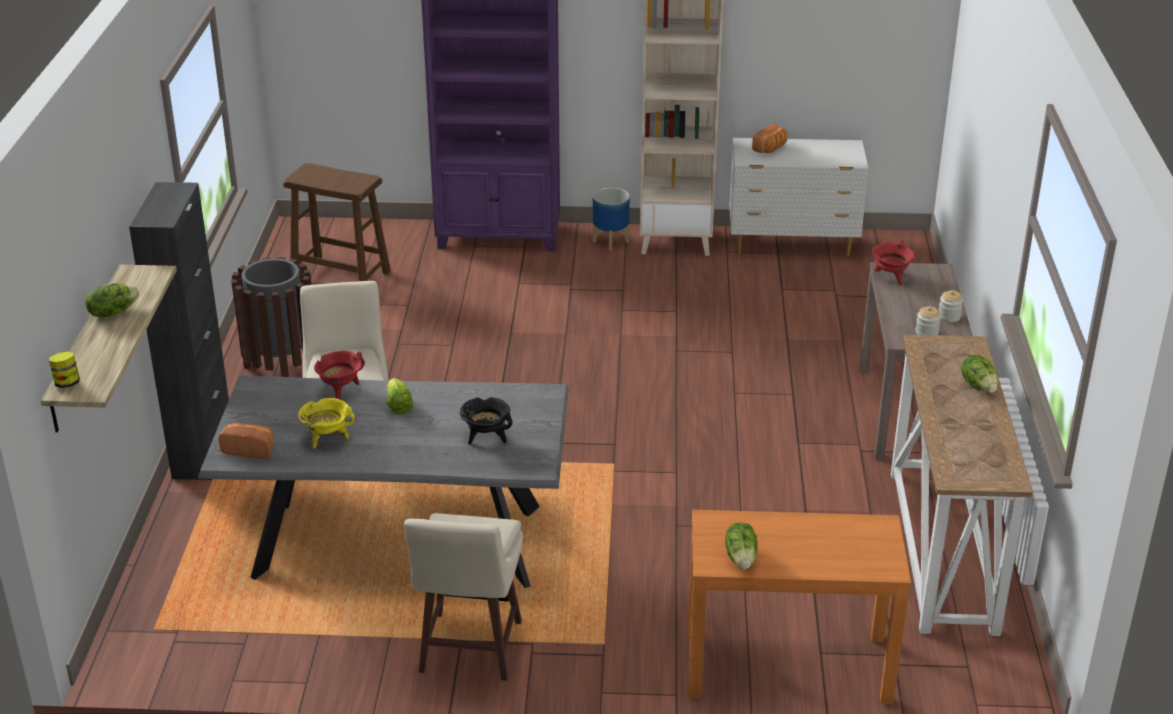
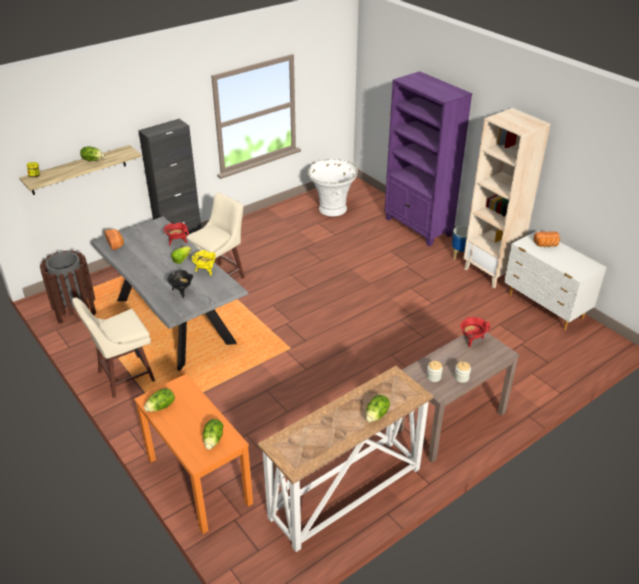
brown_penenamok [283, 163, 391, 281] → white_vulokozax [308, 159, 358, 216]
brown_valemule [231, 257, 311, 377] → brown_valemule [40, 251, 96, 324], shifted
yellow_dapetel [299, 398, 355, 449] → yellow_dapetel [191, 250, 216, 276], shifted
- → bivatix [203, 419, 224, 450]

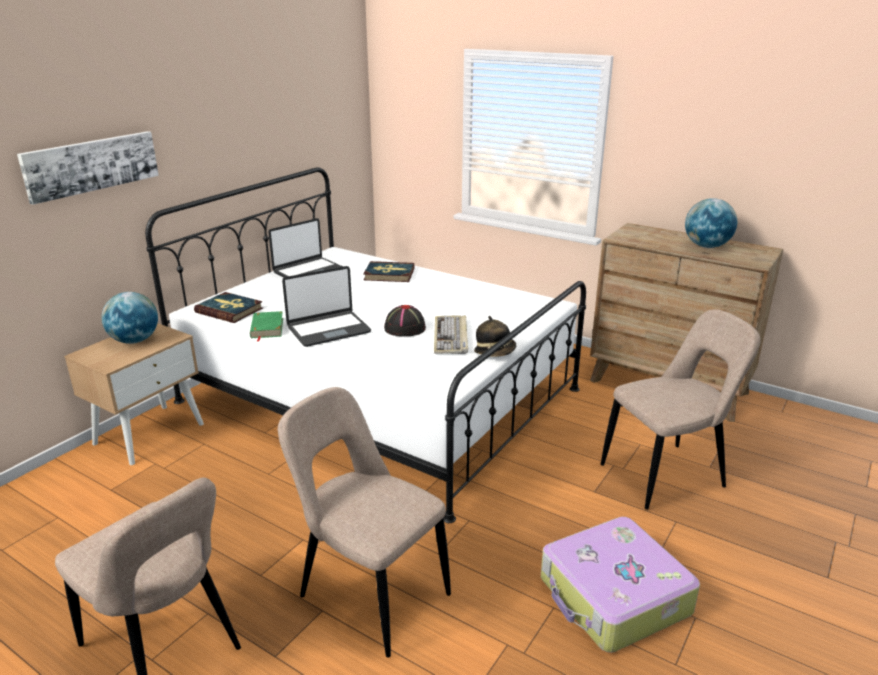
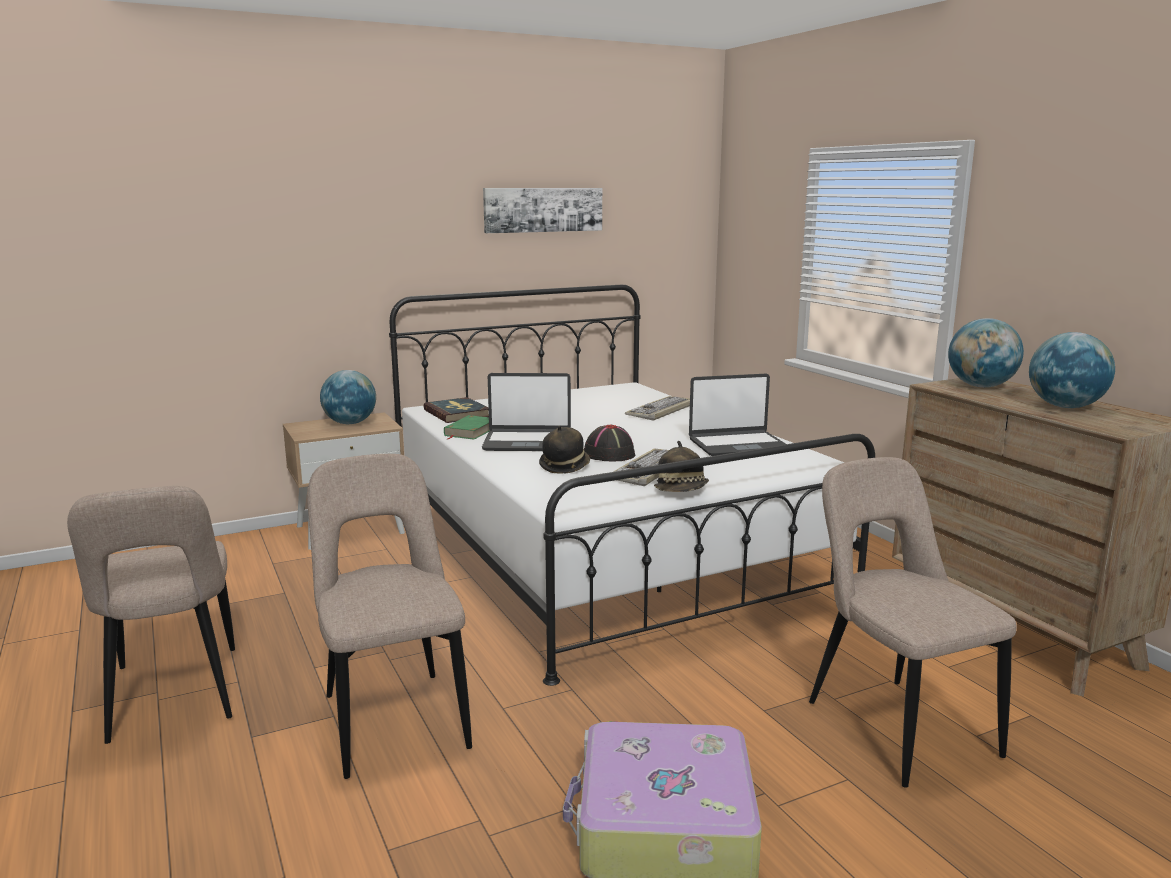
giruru [17, 131, 159, 205] → giruru [483, 188, 602, 233], shifted
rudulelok [268, 218, 343, 277] → rudulelok [689, 374, 786, 456], shifted
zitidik [363, 261, 414, 282] → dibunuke [625, 396, 690, 420]
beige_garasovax [601, 309, 761, 510] → beige_garasovax [809, 457, 1017, 788], 120 degrees counterclockwise
- → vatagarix [948, 318, 1024, 387]
- → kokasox [539, 425, 590, 474]

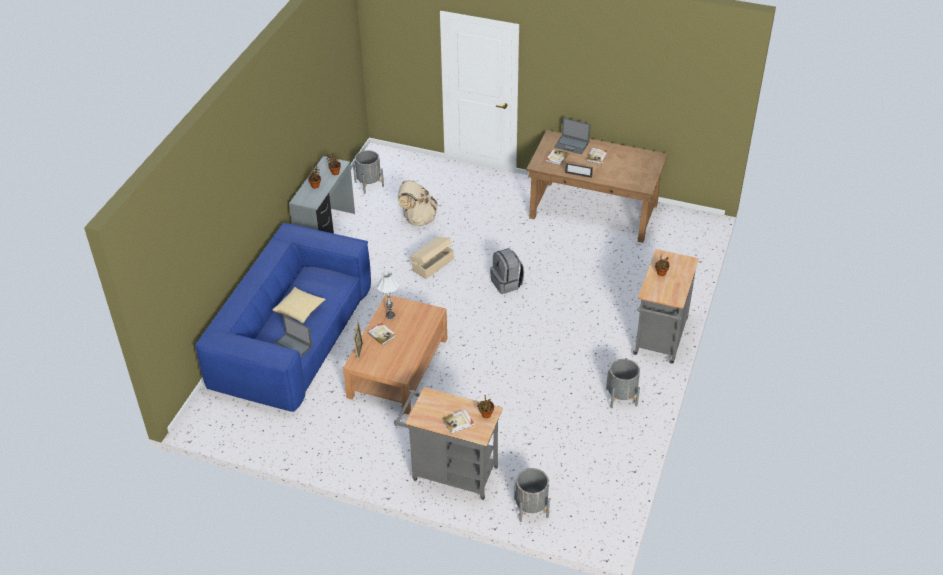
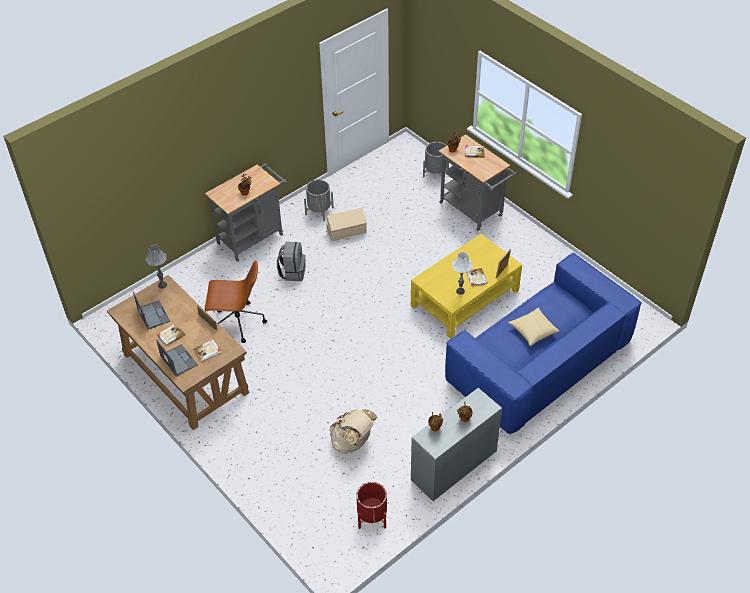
grey_vulokozax [353, 150, 384, 194] → red_vulokozax [356, 482, 387, 529]
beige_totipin [410, 237, 454, 279] → beige_totipin [326, 208, 367, 241], shifted
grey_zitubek [490, 248, 524, 294] → grey_zitubek [277, 242, 306, 281], shifted
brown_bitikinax [343, 294, 447, 415] → yellow_bitikinax [411, 234, 522, 339]
rudulelok [275, 315, 312, 358] → rudulelok [133, 292, 170, 330], shifted
- → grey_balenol [145, 245, 167, 289]
- → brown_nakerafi [204, 260, 267, 343]

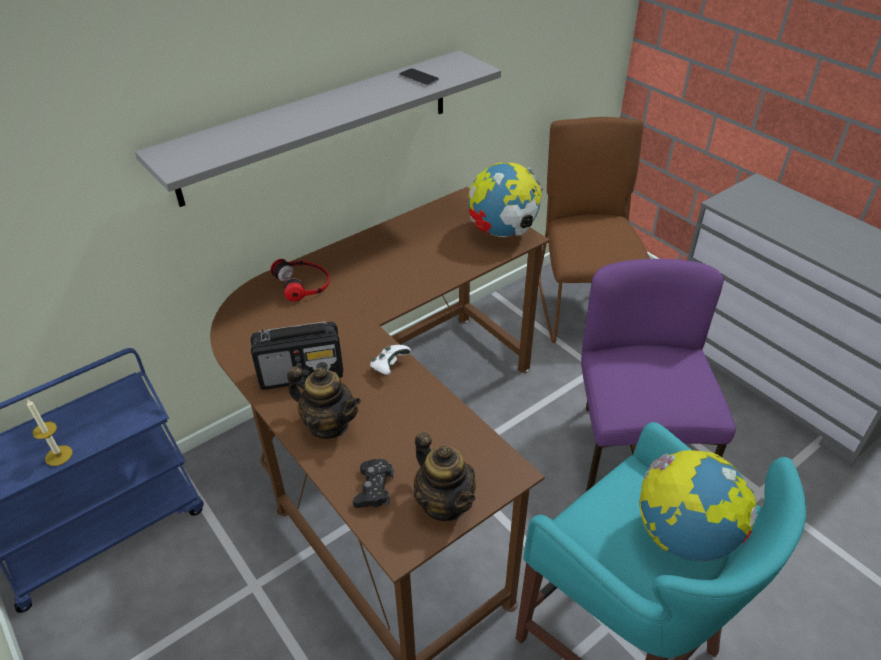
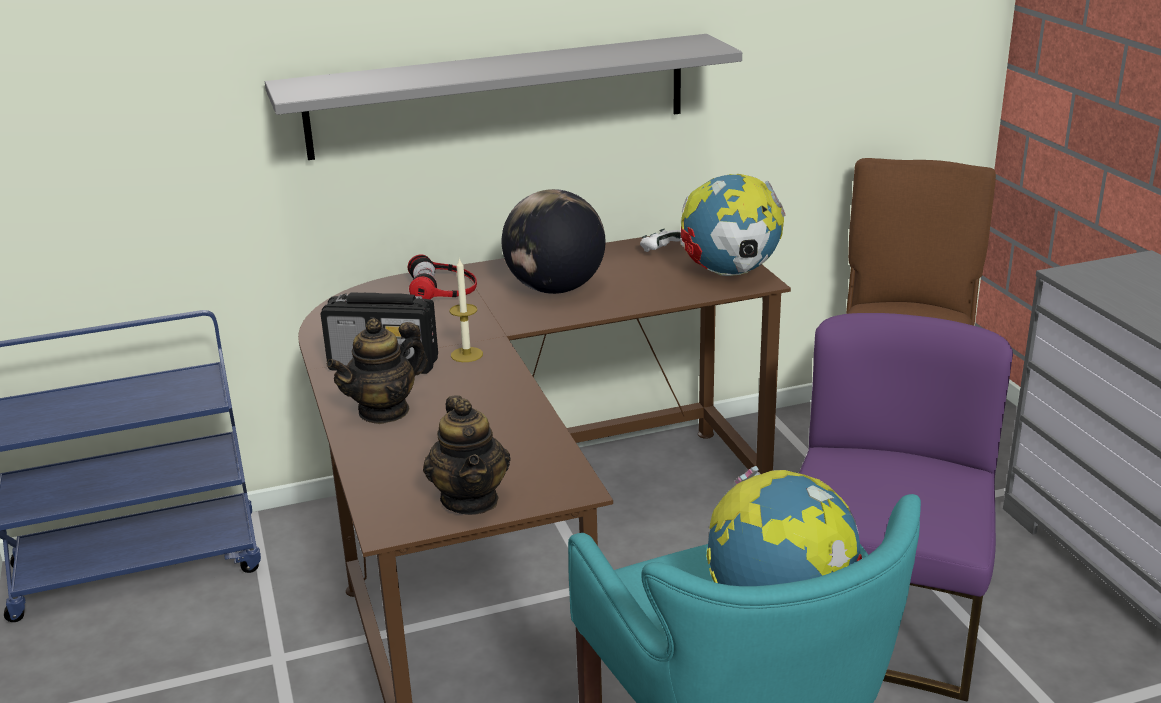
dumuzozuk [399, 68, 439, 86] → -
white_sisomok [370, 345, 411, 375] → white_sisomok [640, 229, 681, 252], shifted
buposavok [287, 366, 361, 439] → buposavok [327, 318, 428, 424], 90 degrees clockwise
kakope [27, 399, 72, 466] → kakope [449, 257, 483, 362], shifted
black_sisomok [353, 459, 394, 508] → -
- → vatagarix [502, 189, 606, 294]

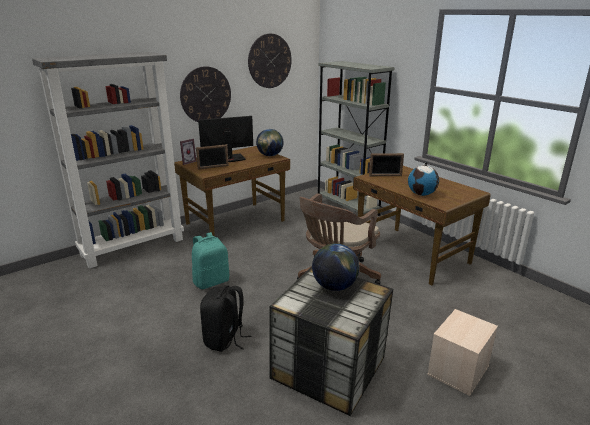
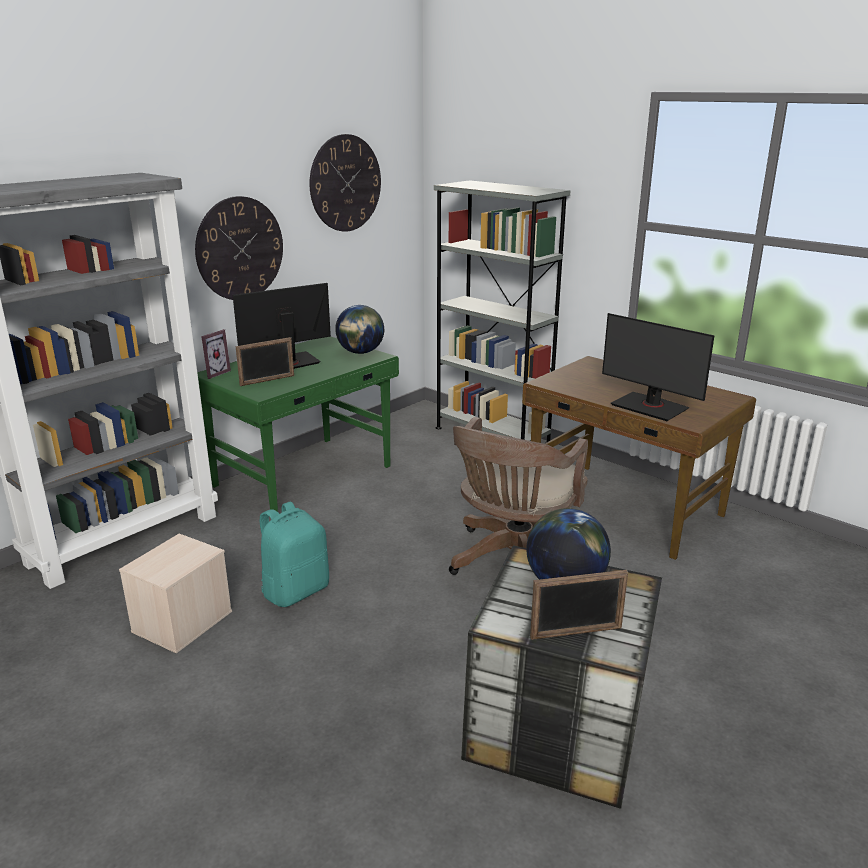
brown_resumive [174, 146, 290, 237] → green_resumive [197, 337, 399, 512]
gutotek [369, 153, 404, 176] → gutotek [530, 570, 628, 640], shifted
vatagarix [408, 162, 439, 196] → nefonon [602, 313, 715, 421]
black_zitubek [200, 285, 251, 352] → -
beige_totipin [427, 309, 498, 396] → beige_totipin [119, 534, 232, 653], shifted

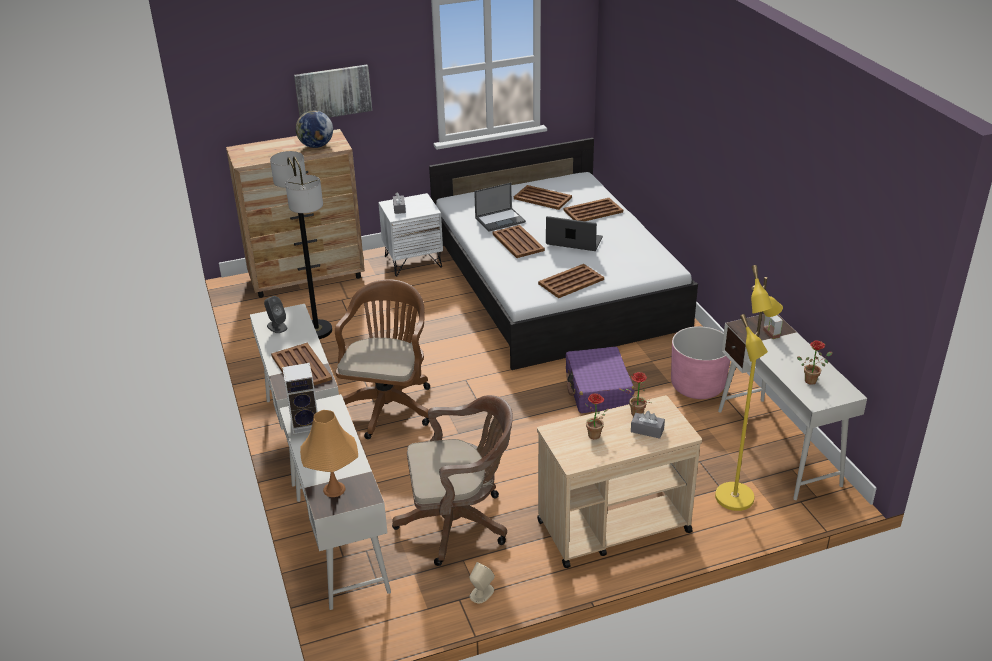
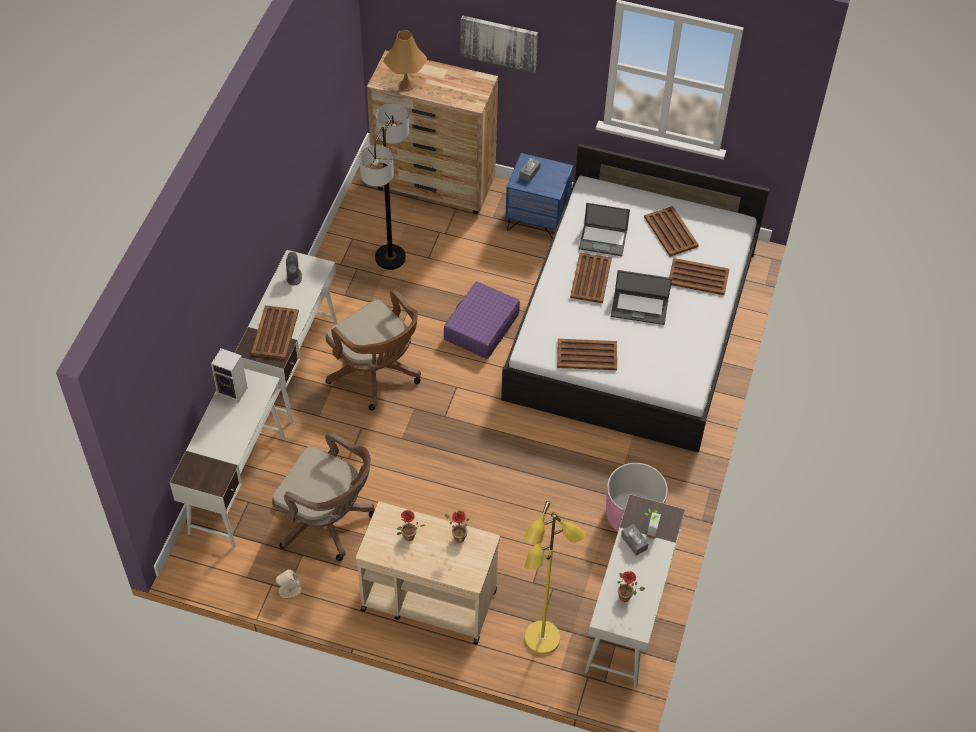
vatagarix [296, 111, 333, 148] → -
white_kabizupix [378, 193, 443, 276] → blue_kabizupix [505, 153, 573, 239]
rudulelok [546, 216, 603, 251] → rudulelok [611, 270, 672, 325], 135 degrees clockwise
brown_nakerafi [335, 279, 430, 439] → brown_nakerafi [326, 289, 421, 411], 90 degrees clockwise
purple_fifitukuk [565, 347, 634, 413] → purple_fifitukuk [444, 282, 520, 359], shifted
orange_balenol [300, 410, 358, 497] → orange_balenol [383, 30, 427, 91], shifted
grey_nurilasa [631, 411, 665, 439] → grey_nurilasa [621, 524, 649, 556], shifted

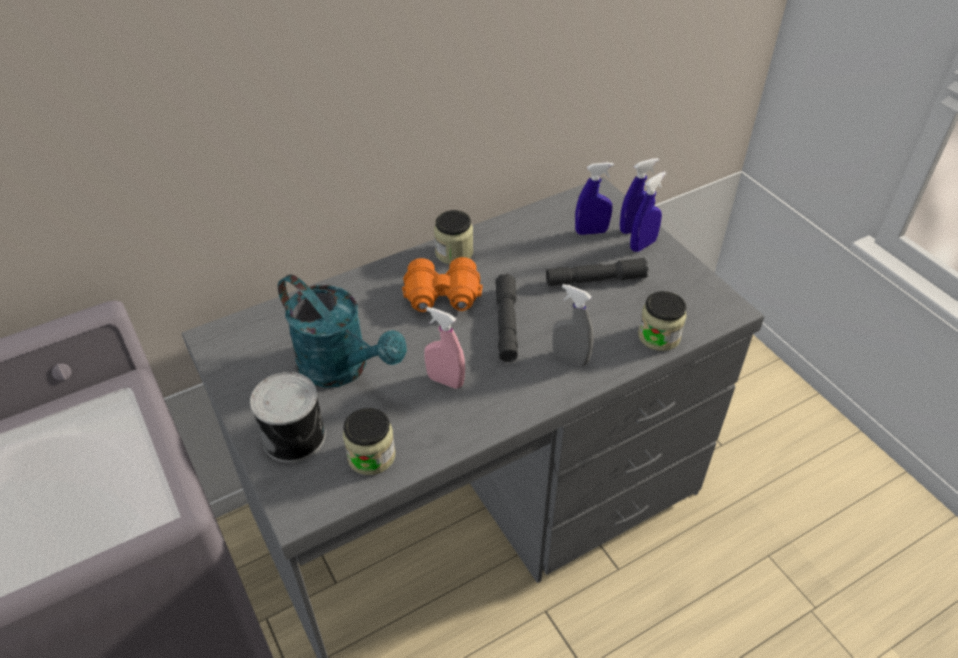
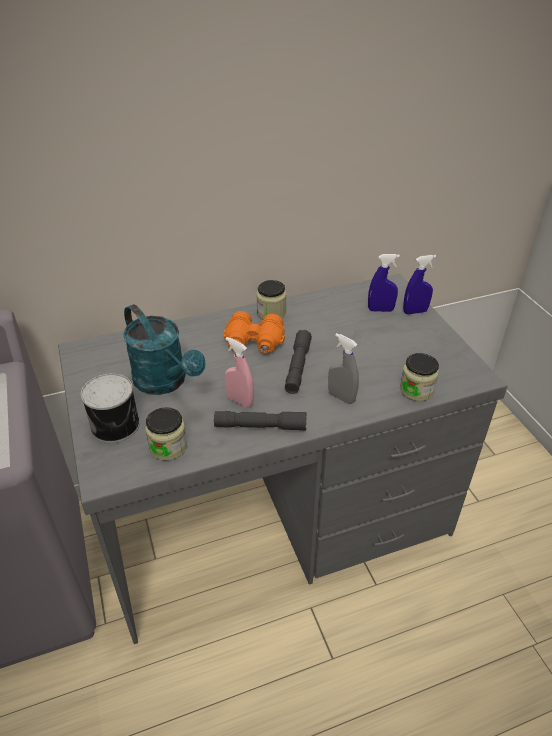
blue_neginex [630, 171, 666, 252] → -
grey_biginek [546, 258, 648, 286] → grey_biginek [214, 411, 307, 431], shifted

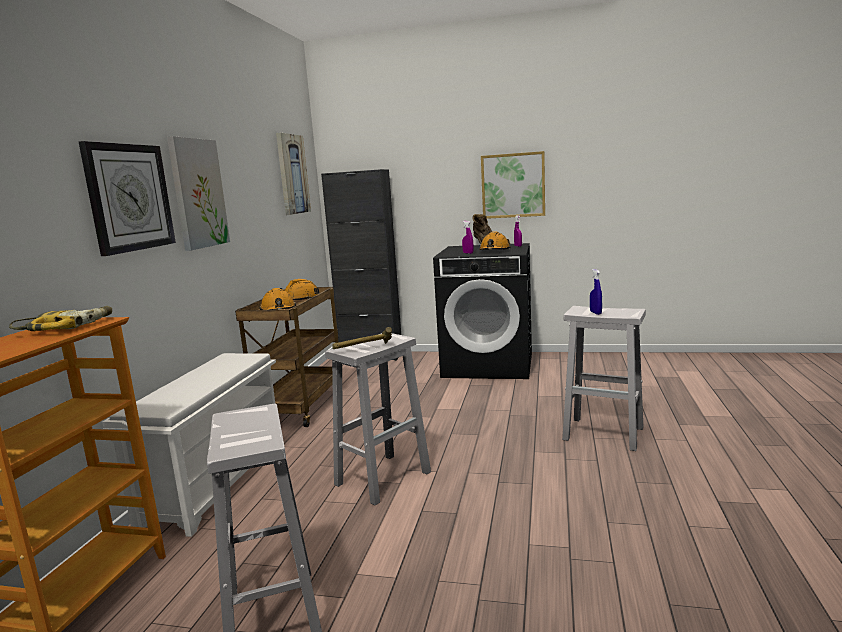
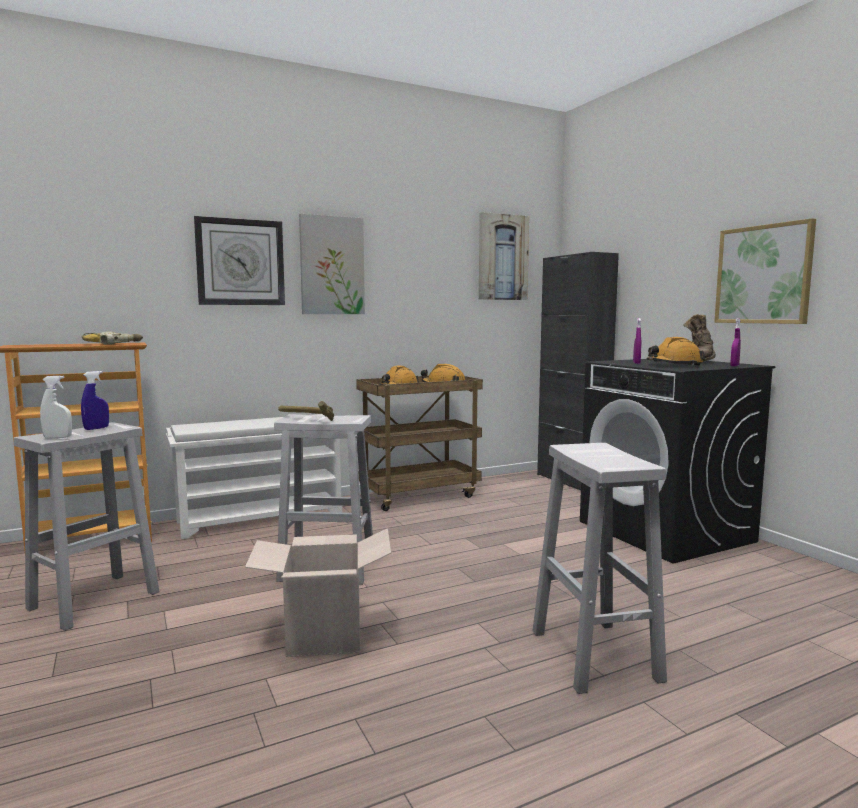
blue_neginex [590, 269, 602, 315] → blue_neginex [81, 371, 109, 430], shifted
- → white_neginex [40, 376, 72, 439]
- → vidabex [245, 528, 391, 657]

